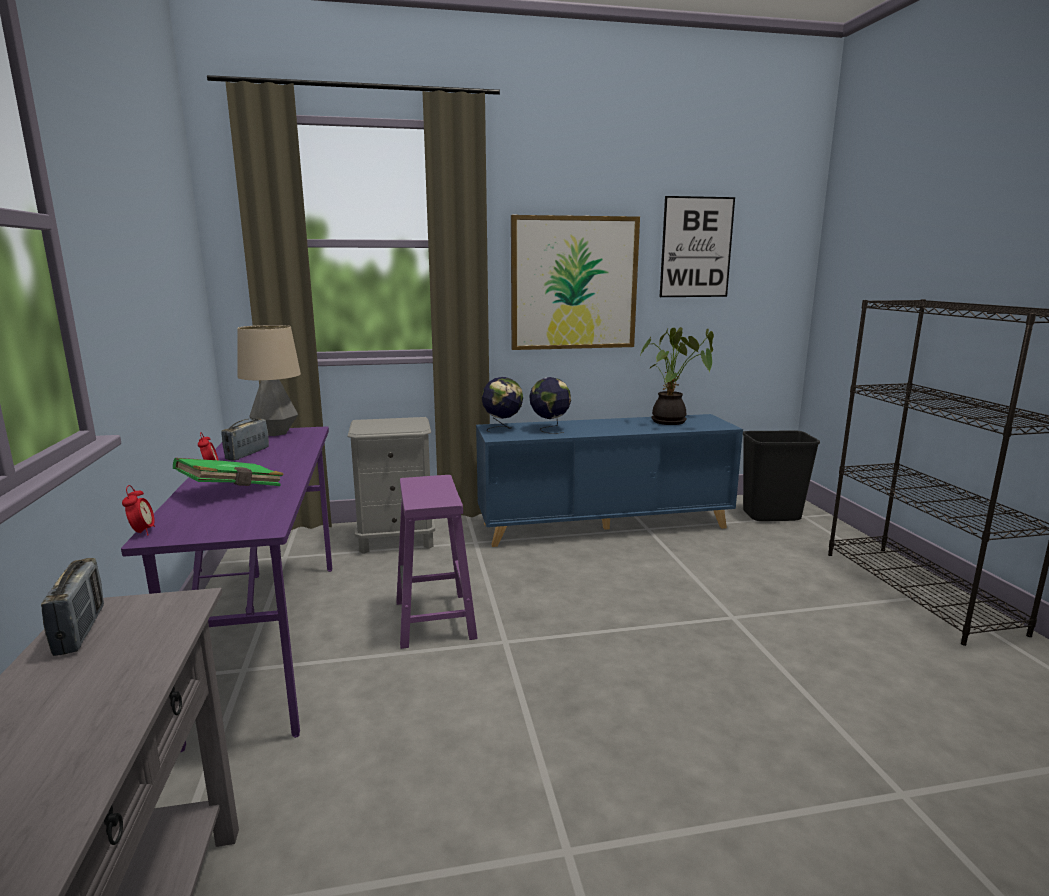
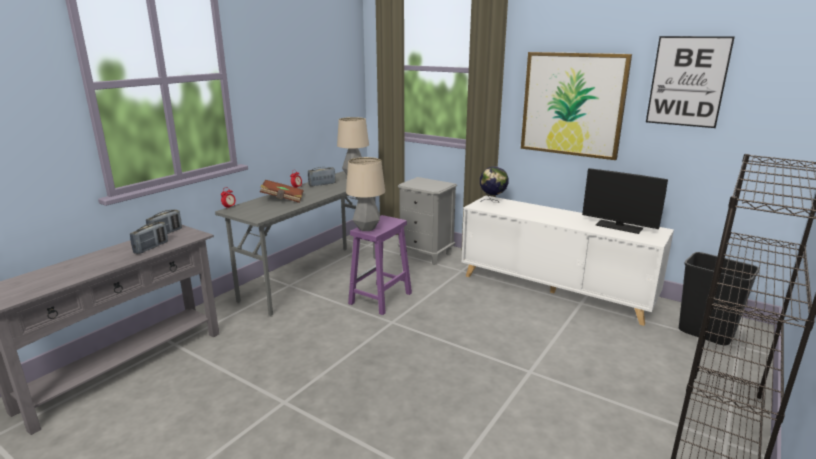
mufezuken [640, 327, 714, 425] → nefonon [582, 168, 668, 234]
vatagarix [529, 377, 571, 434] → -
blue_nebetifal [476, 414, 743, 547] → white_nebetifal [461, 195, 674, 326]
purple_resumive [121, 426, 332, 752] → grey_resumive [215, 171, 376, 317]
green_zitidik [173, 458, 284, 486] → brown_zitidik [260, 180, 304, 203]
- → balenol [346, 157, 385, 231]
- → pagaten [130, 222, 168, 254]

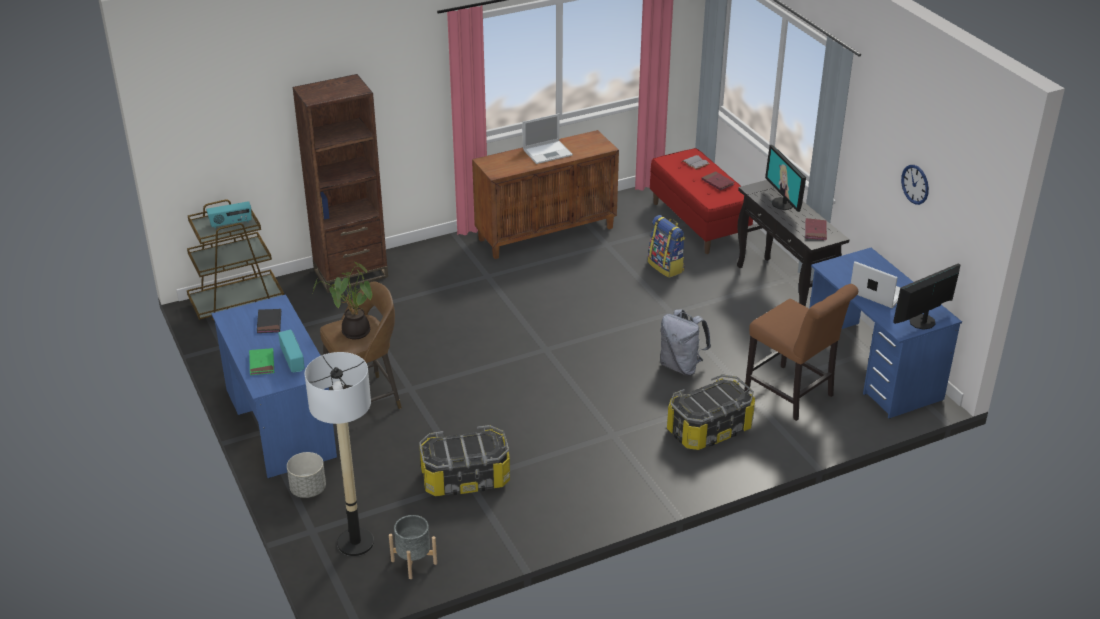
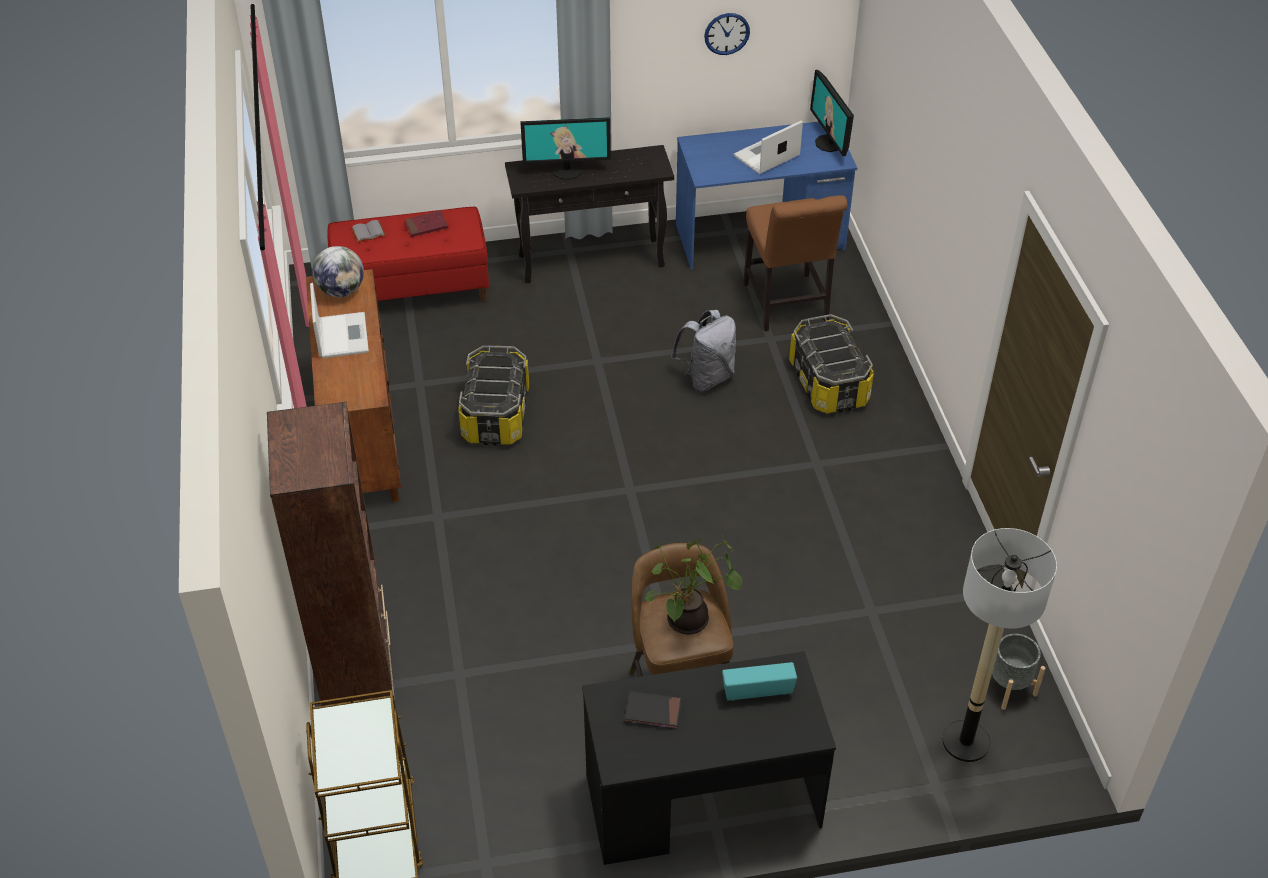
pagaten [206, 201, 251, 229] → -
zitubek [648, 215, 685, 278] → -
red_zitidik [805, 218, 827, 240] → -
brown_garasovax [745, 284, 858, 421] → brown_garasovax [743, 195, 848, 331], 105 degrees clockwise
blue_resumive [211, 294, 337, 478] → black_resumive [582, 651, 836, 865]
green_zitidik [249, 348, 274, 375] → -
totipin [419, 425, 510, 496] → totipin [458, 345, 529, 446], shifted
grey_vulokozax [287, 452, 326, 498] → -
- → vatagarix [312, 246, 364, 297]

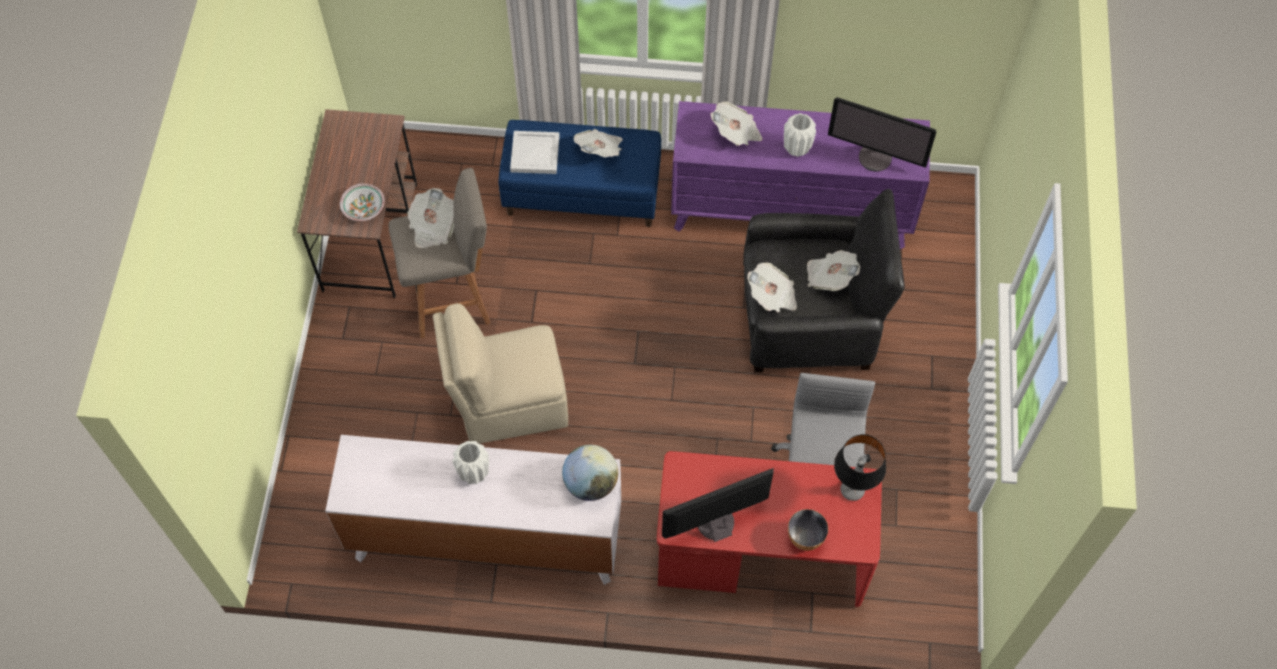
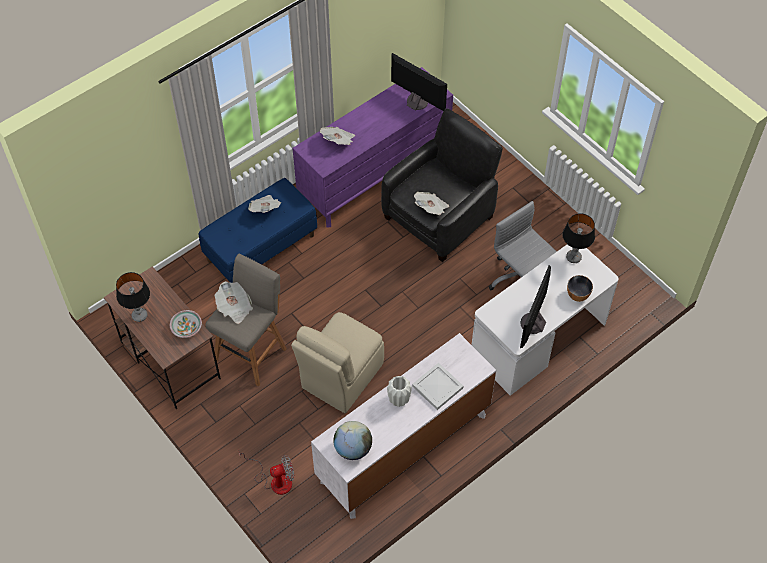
nefonon [828, 97, 936, 172] → nefonon [391, 53, 447, 111], 120 degrees counterclockwise
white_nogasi [784, 113, 816, 157] → -
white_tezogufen [510, 131, 560, 174] → white_tezogufen [412, 363, 463, 410], shifted
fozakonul [807, 250, 860, 291] → -
vatagarix [562, 445, 618, 501] → vatagarix [333, 421, 372, 460], shifted
red_resumive [657, 451, 882, 607] → white_resumive [472, 244, 619, 396]
- → balenol [116, 272, 150, 322]
- → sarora [239, 453, 295, 495]

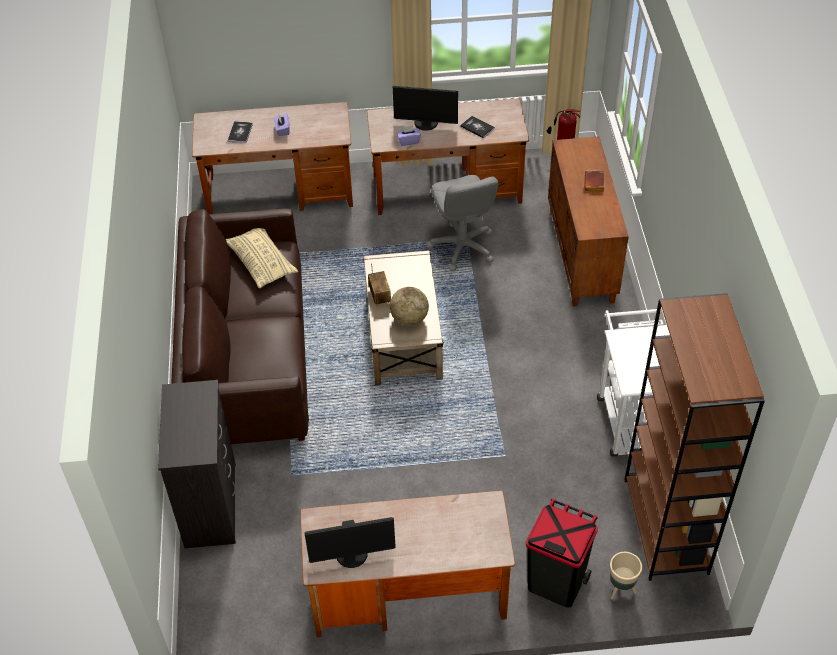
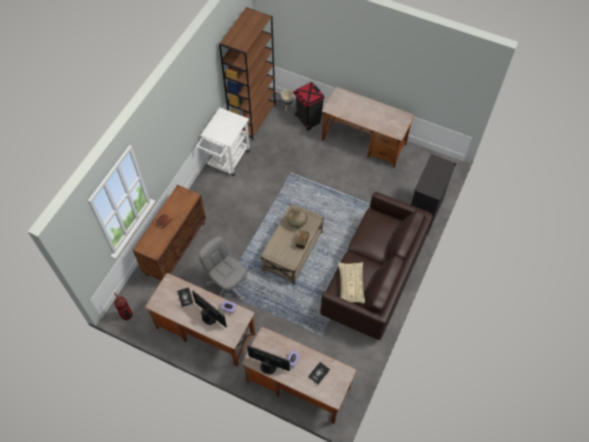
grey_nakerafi [426, 175, 499, 272] → grey_nakerafi [198, 236, 248, 301], 60 degrees counterclockwise
nefonon [305, 517, 396, 568] → nefonon [247, 345, 290, 374], shifted

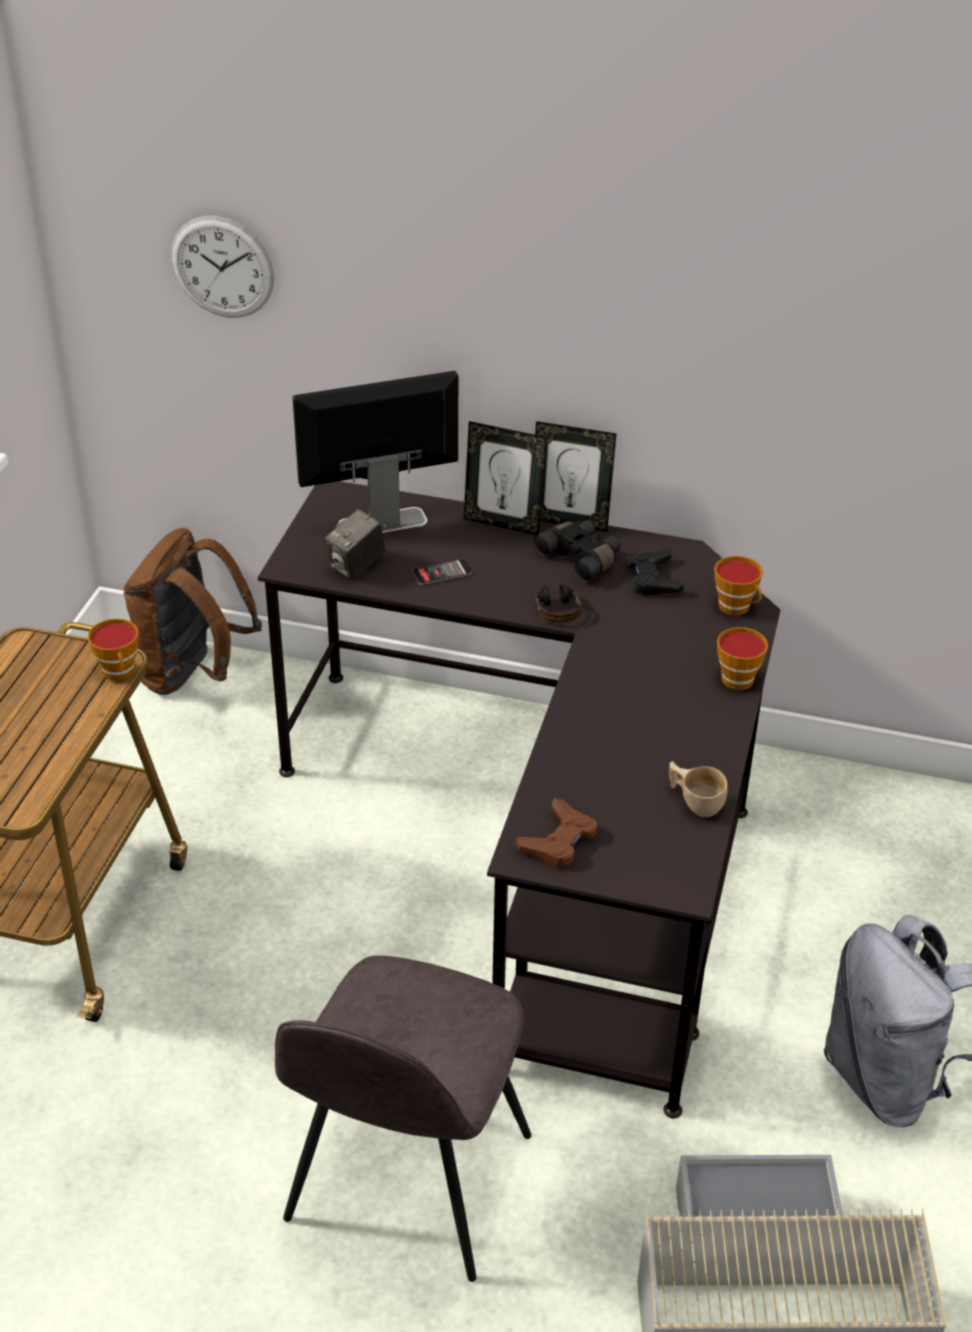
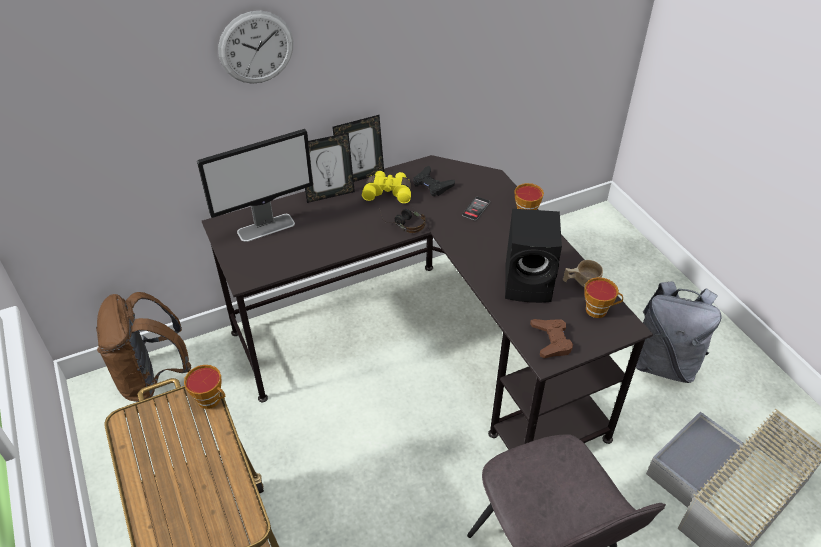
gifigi [171, 216, 274, 318] → gifigi [218, 11, 293, 84], shifted
nefonon [292, 371, 458, 533] → nefonon [197, 129, 313, 242], 150 degrees counterclockwise
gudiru [325, 509, 386, 580] → -
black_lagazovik [534, 520, 621, 582] → yellow_lagazovik [362, 171, 411, 203]
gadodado [714, 556, 763, 616] → gadodado [584, 277, 623, 318], shifted
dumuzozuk [412, 559, 472, 585] → dumuzozuk [462, 197, 490, 221], shifted
- → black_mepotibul [505, 209, 562, 303]

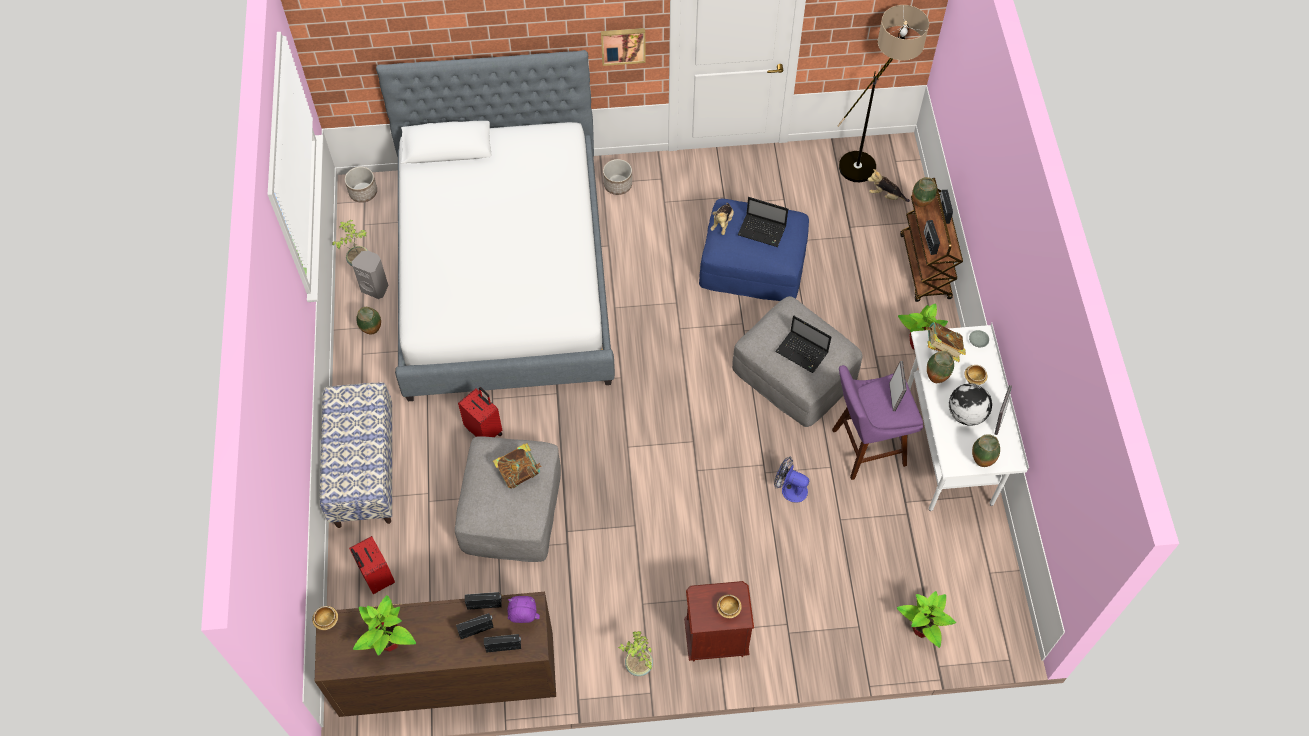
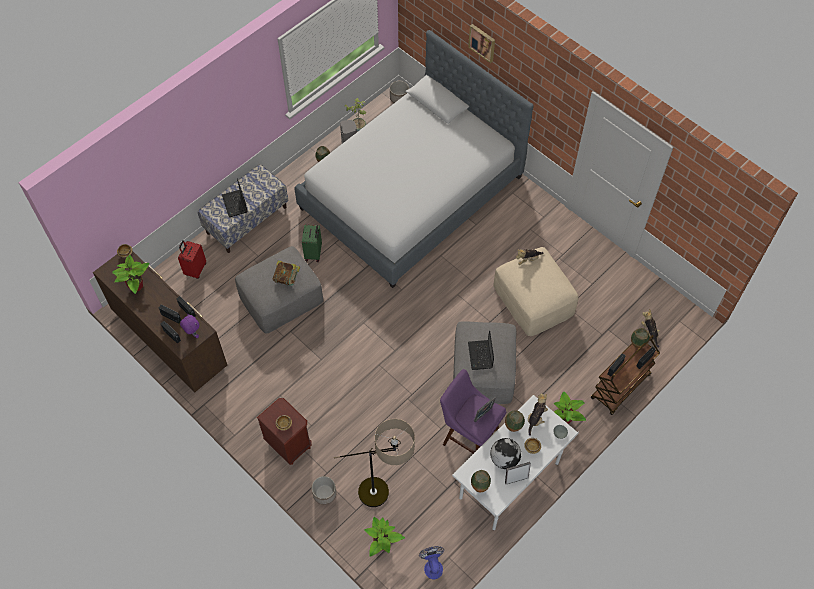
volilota [837, 5, 929, 182] → volilota [334, 419, 415, 507], shifted
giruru [601, 28, 646, 66] → giruru [468, 24, 495, 63], shifted
vulokozax [603, 159, 632, 195] → vulokozax [312, 476, 336, 505], shifted
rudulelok [738, 197, 788, 247] → rudulelok [222, 178, 248, 217], shifted
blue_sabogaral [699, 199, 809, 301] → beige_sabogaral [494, 247, 578, 336]
zitidik [926, 322, 966, 362] → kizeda [528, 393, 548, 436]
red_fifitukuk [458, 387, 502, 437] → green_fifitukuk [302, 225, 322, 262]
sarora [774, 456, 809, 503] → sarora [419, 546, 444, 579], shifted
mufezuken [618, 631, 653, 676] → -

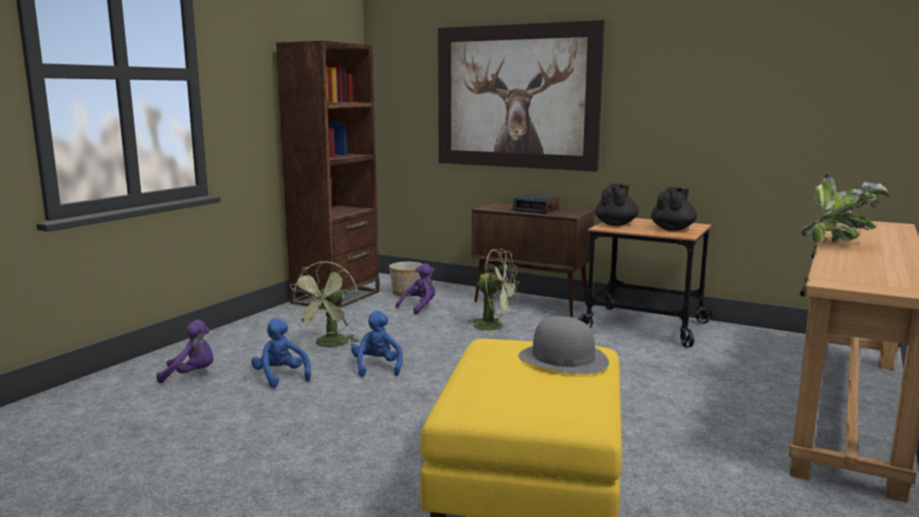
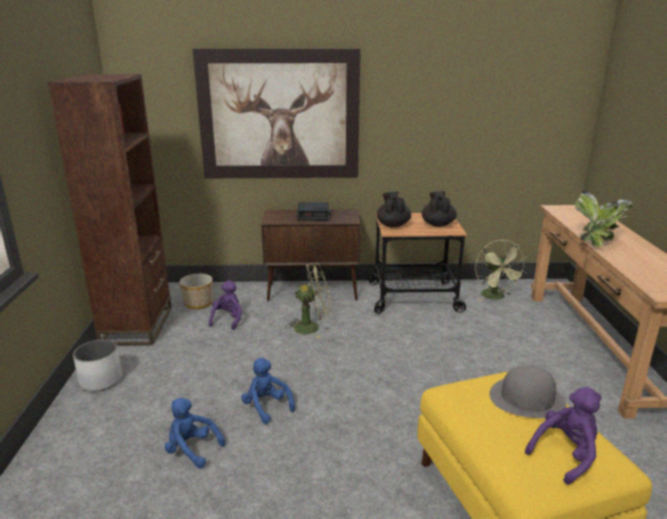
green_sarora [290, 261, 358, 347] → green_sarora [475, 240, 528, 301], shifted
purple_kizeda [156, 320, 214, 383] → purple_kizeda [525, 387, 601, 485], shifted
- → white_vulokozax [73, 340, 122, 391]

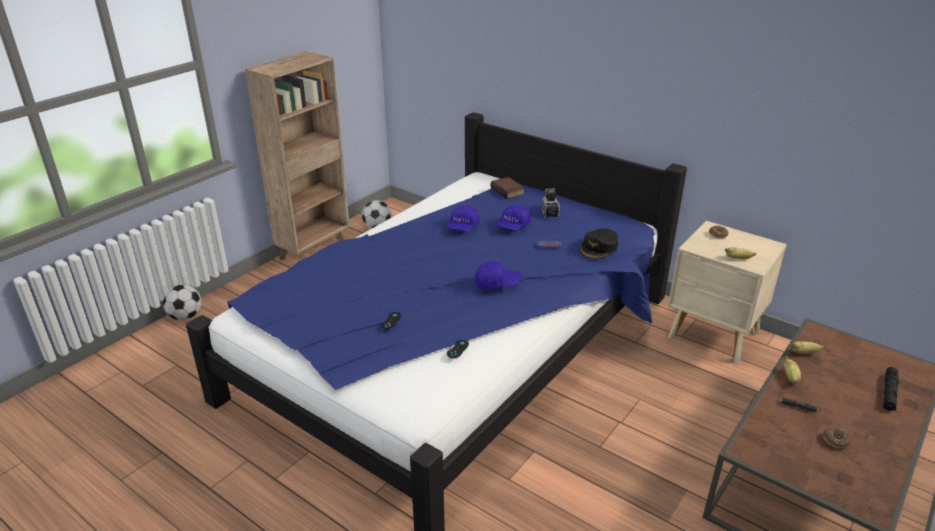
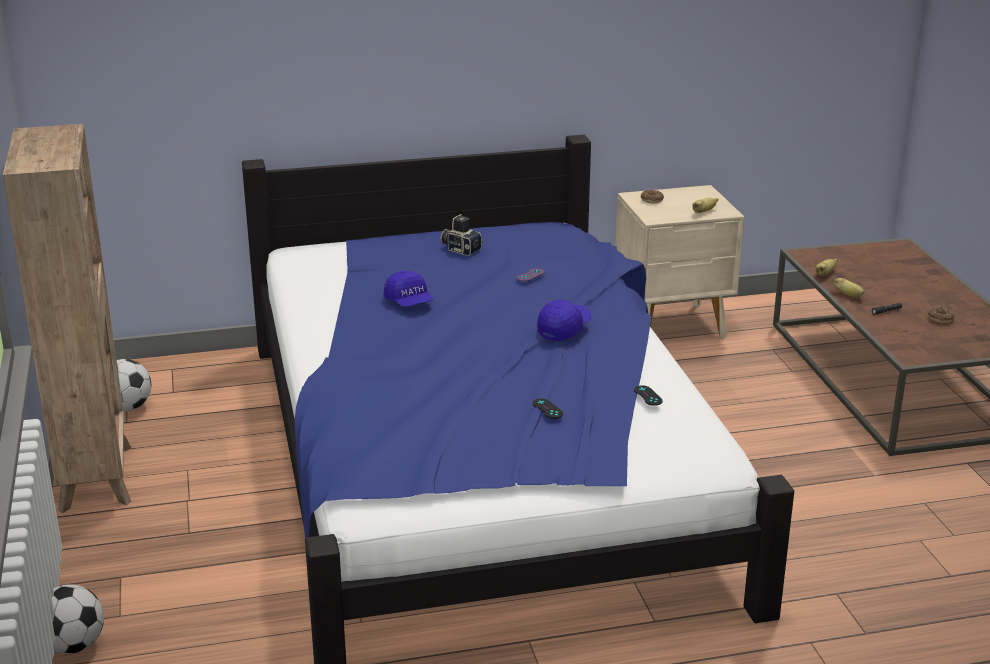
zitidik [490, 177, 525, 199] → -
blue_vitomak [497, 205, 531, 230] → -
black_vitomak [579, 228, 618, 259] → -
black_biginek [883, 367, 899, 411] → -

